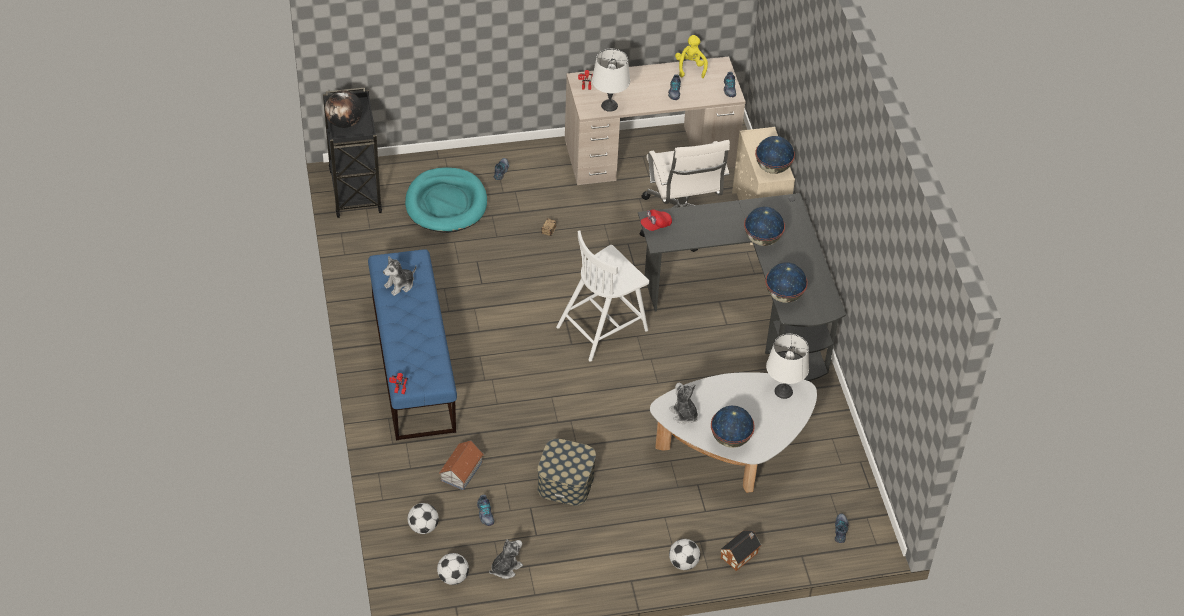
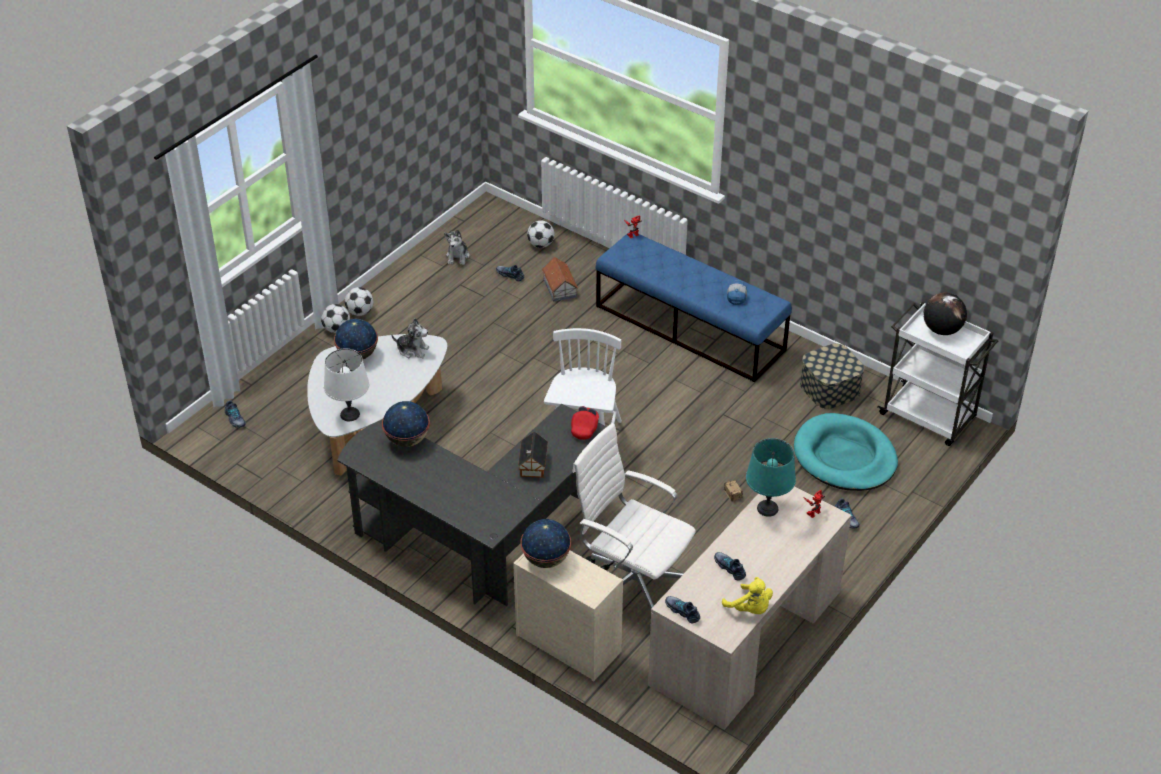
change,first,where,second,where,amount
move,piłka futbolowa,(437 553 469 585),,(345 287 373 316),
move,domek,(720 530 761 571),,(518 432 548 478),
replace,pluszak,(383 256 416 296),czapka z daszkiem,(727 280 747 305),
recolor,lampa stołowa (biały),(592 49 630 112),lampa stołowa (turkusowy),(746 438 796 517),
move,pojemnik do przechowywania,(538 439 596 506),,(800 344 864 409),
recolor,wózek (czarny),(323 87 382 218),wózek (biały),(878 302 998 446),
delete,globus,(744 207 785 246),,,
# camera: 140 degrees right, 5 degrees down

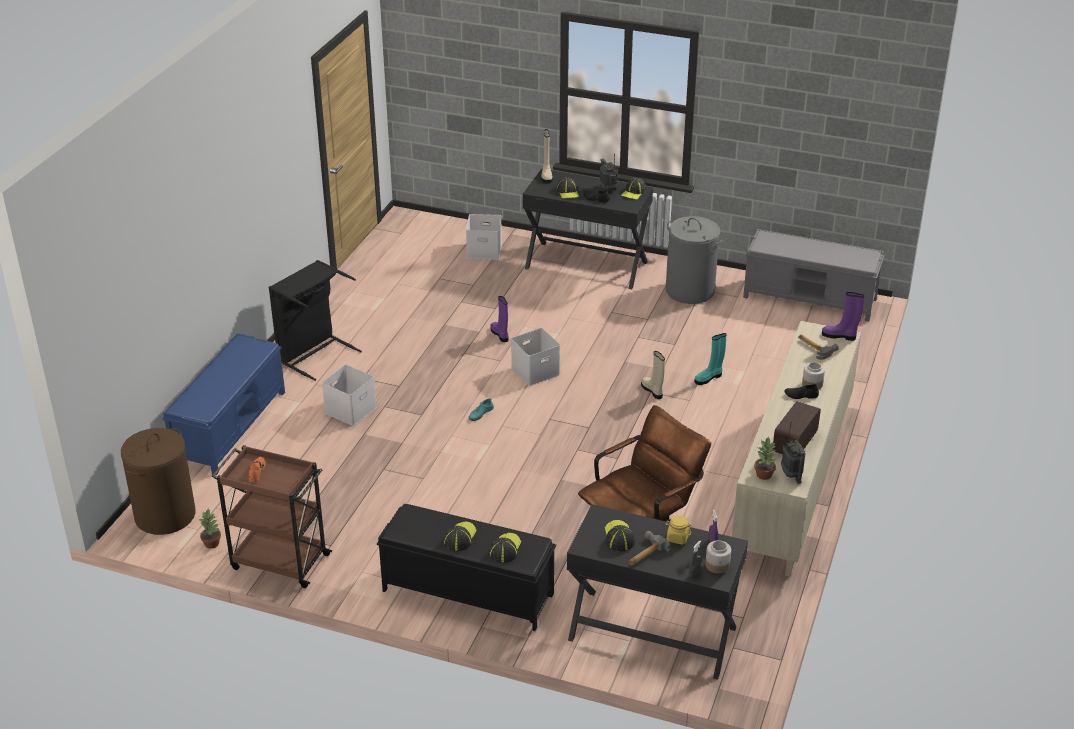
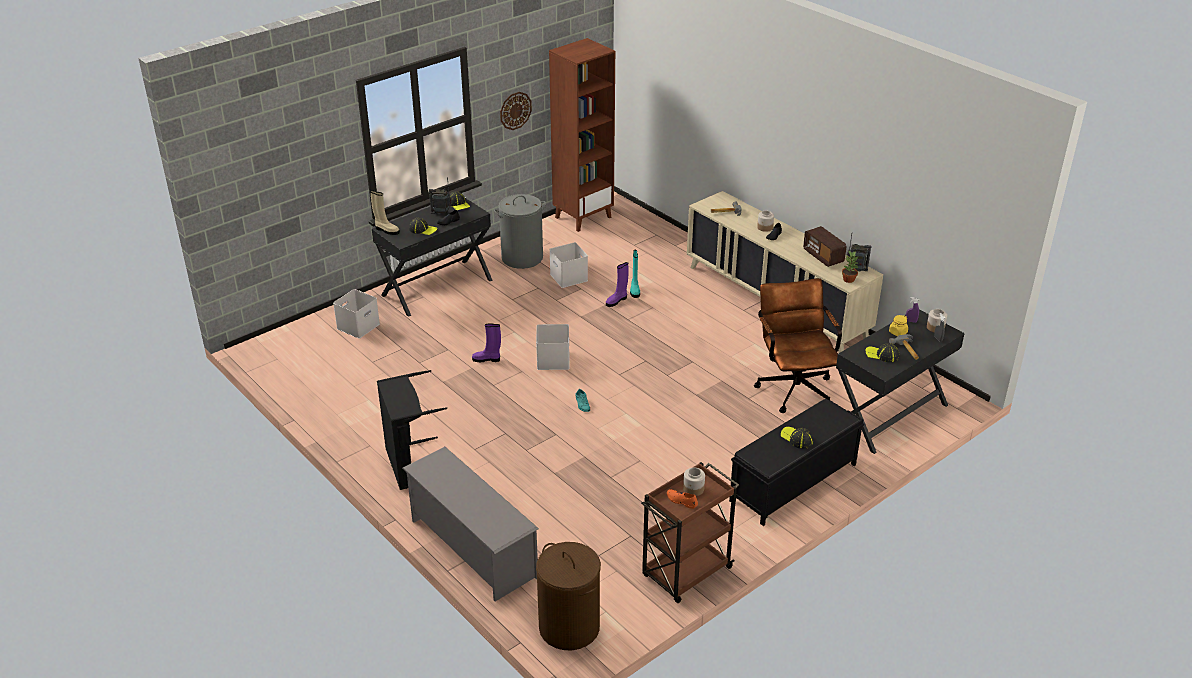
change,first,where,second,where,amount
replace,ławka (niebieski),(162 333 285 475),regał na buty (szary),(402 447 539 602),
insert,,,zegar ścienny,(500 92 532 130),
replace,ławka (szary),(743 229 885 321),regał (brązowy),(549 38 615 232),
move,pojemnik do przechowywania (biały),(322 365 376 426),,(549 242 588 288),
move,but z cholewką (fioletowy),(822 292 864 341),,(606 262 629 307),
insert,,,słoik,(683 468 705 496),
delete,roślina doniczkowa,(198 508 221 549),,,
delete,czapka z daszkiem,(489 533 521 563),,,
delete,but z cholewką (beżowy),(641 351 665 399),,,
# camera: 60 degrees left, 0 degrees up

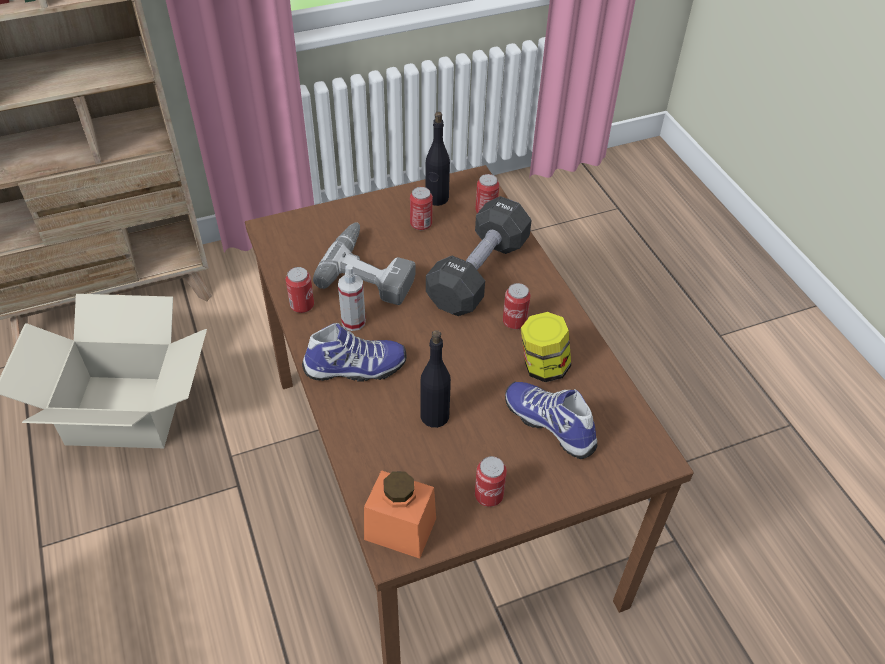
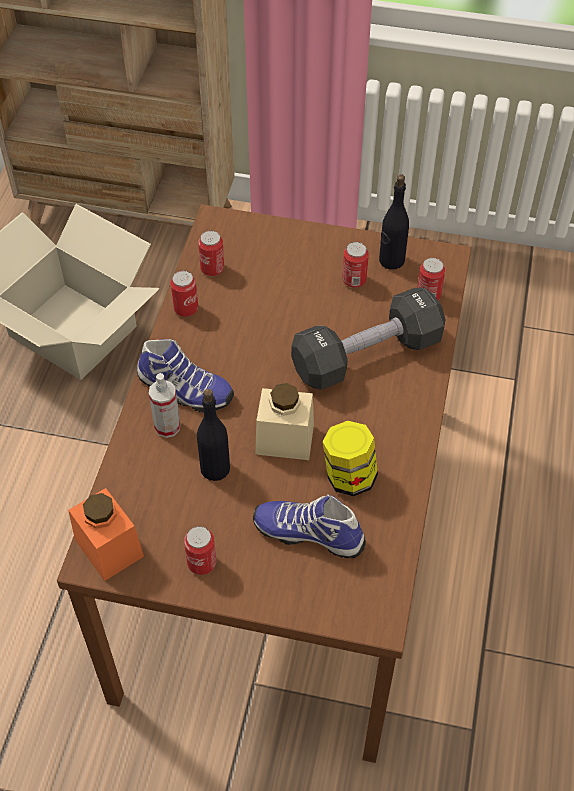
change,first,where,second,where,amount
move,spryskiwacz,(338 264 366 331),,(149 373 180 438),
move,puszka,(503 283 531 329),,(198 231 224 276),
rotate,but,(505 381 597 459),,(253 494 366 558),60 degrees counterclockwise
insert,,,słoik (beżowy),(255 383 314 460),
delete,wiertarka,(313 222 416 305),,,
# camera: 35 degrees right, 5 degrees up

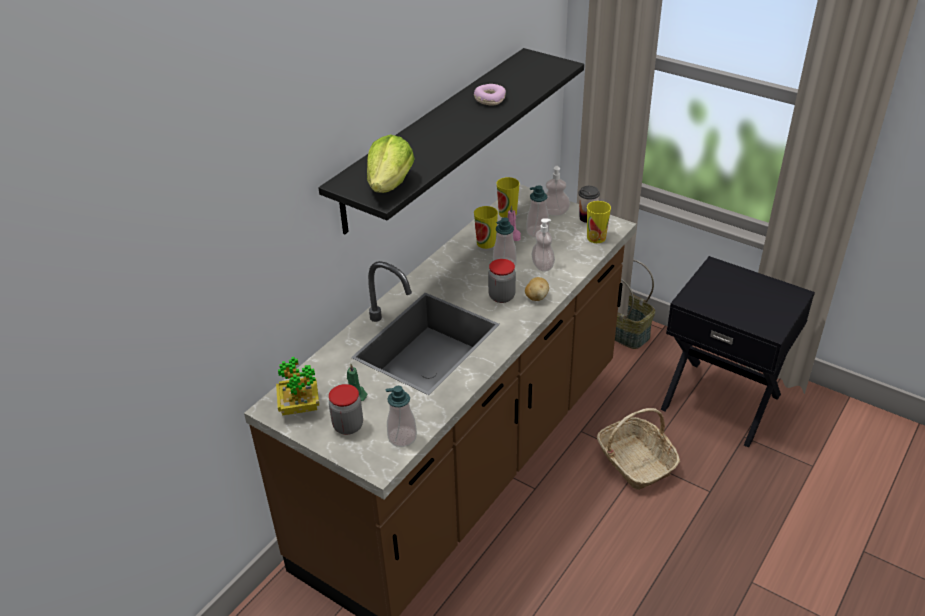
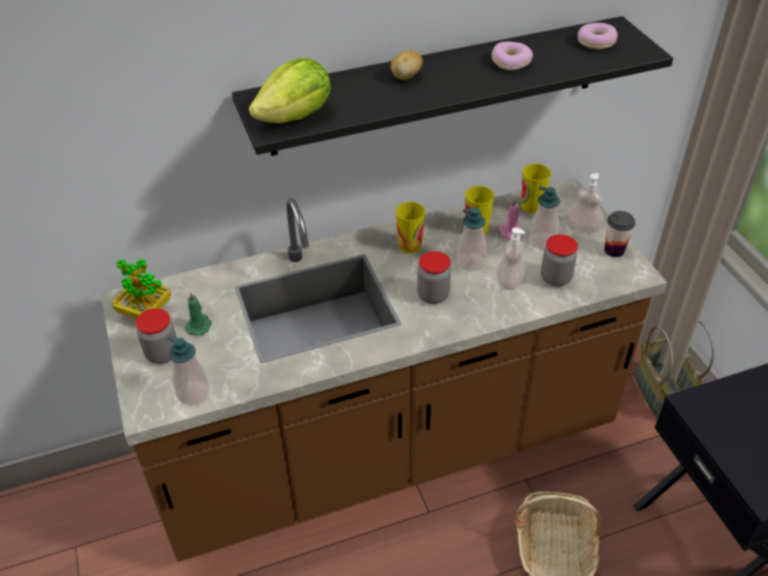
change,first,where,second,where,amount
move,ziemniak,(525 277 549 301),,(391 50 423 80),
move,filiżanka,(587 201 611 243),,(396 202 426 253),
insert,,,słoik,(541 234 578 287),
insert,,,donut,(578 23 618 49),
# camera: 35 degrees right, 5 degrees up

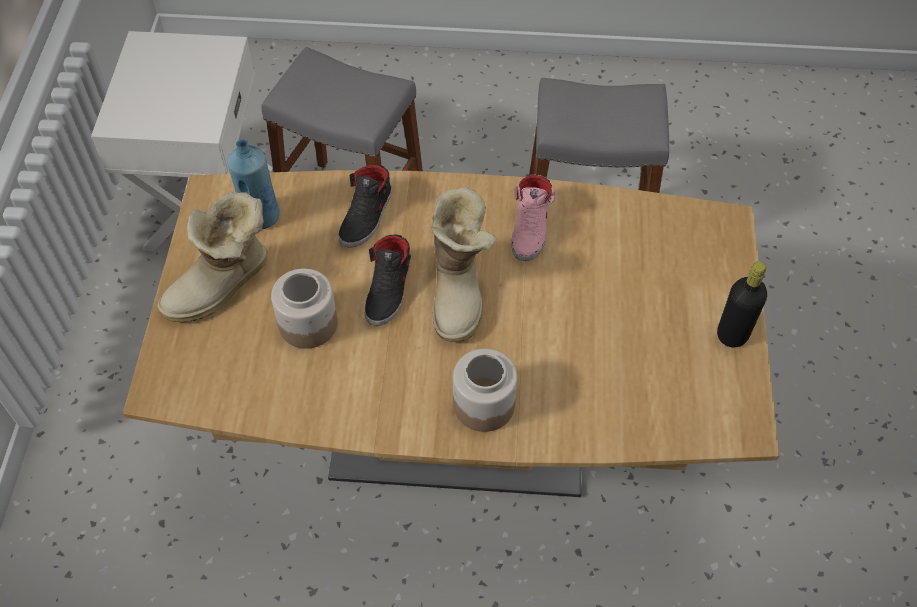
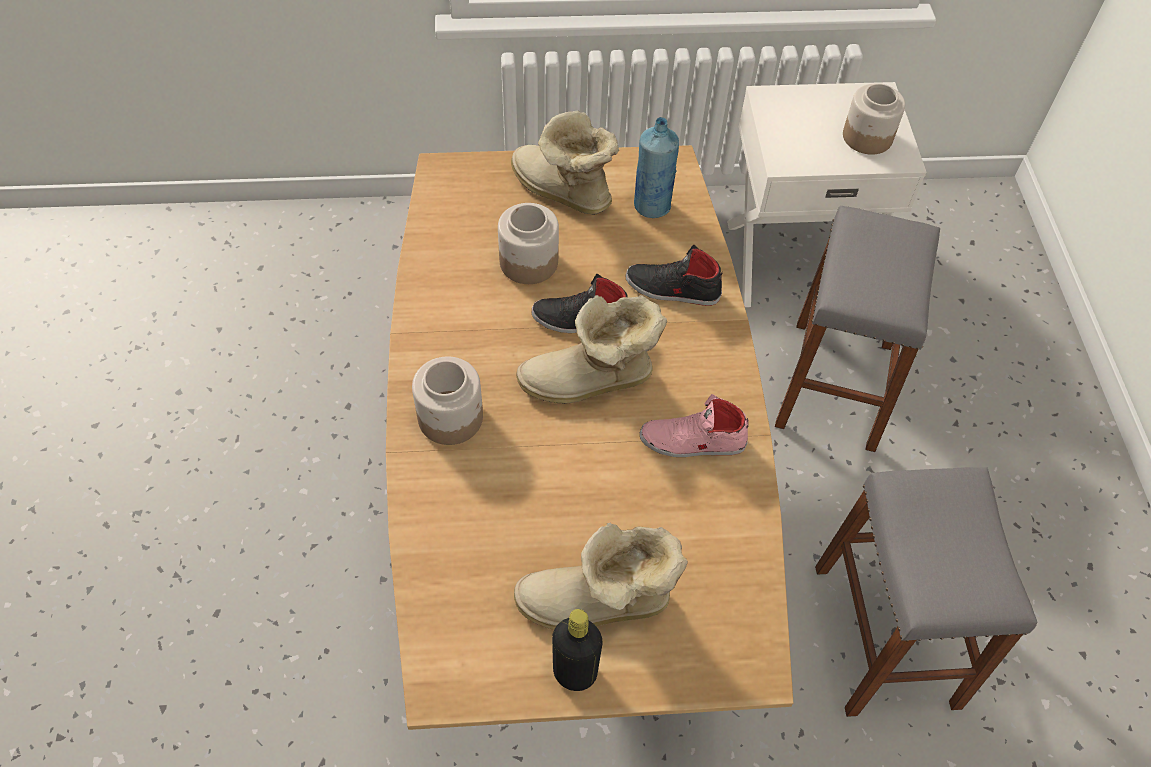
change,first,where,second,where,amount
insert,,,but z cholewką,(514 523 688 630),
insert,,,słoik,(843 83 905 155),
# camera: 80 degrees right, 0 degrees up

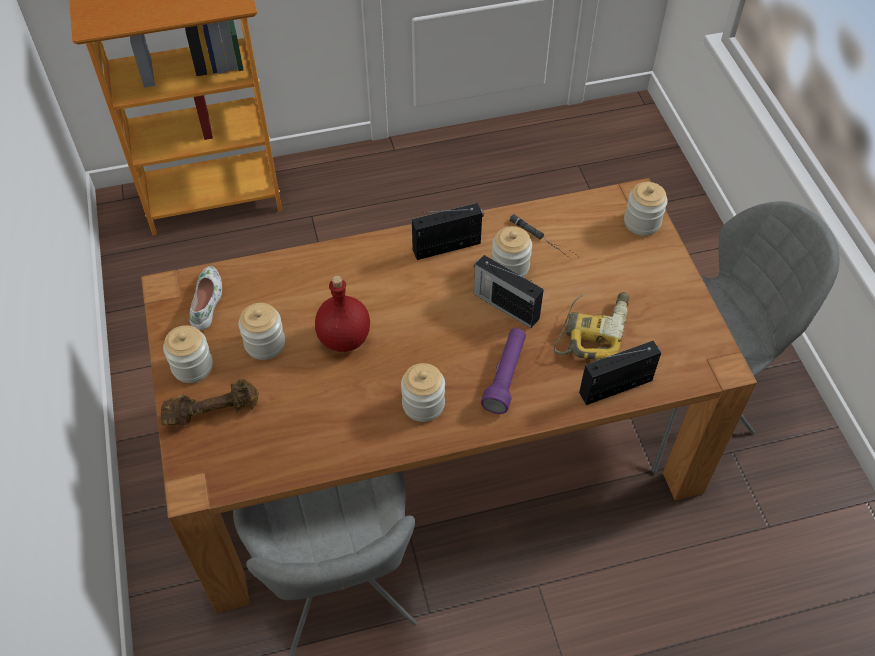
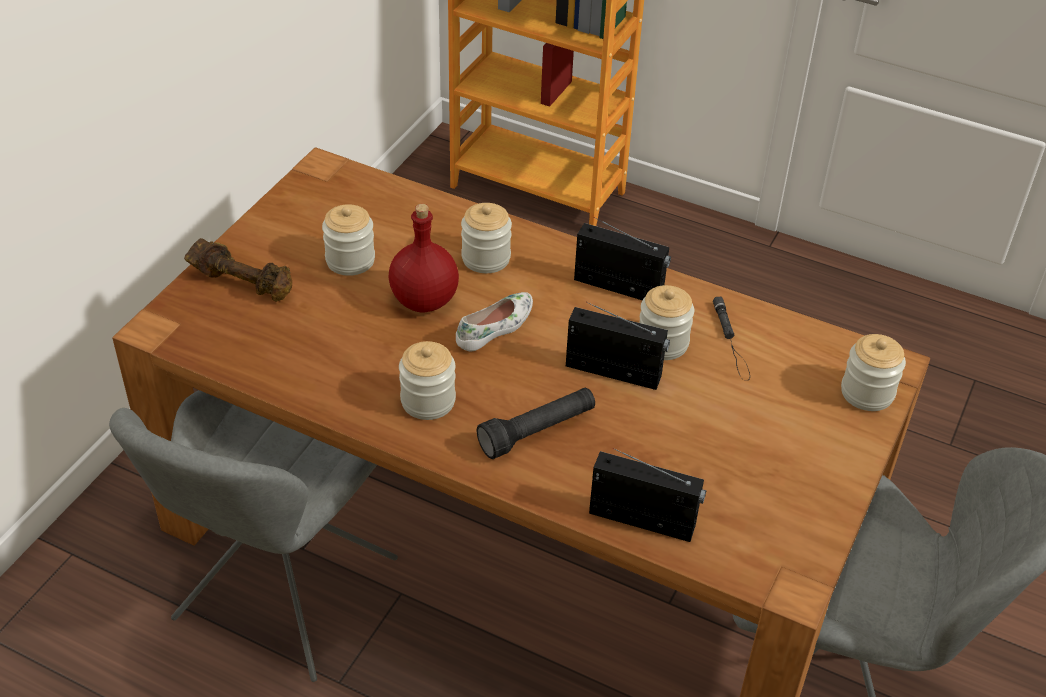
change,first,where,second,where,amount
move,but (biały),(189 266 222 330),,(456 292 533 351),
move,słoik,(163 325 213 383),,(461 203 512 273),
recolor,latarka (fioletowy),(481 328 526 414),latarka (czarny),(477 388 595 459),
rotate,radio,(474 255 544 328),,(566 302 670 390),120 degrees clockwise
delete,wiertarka,(554 292 629 360),,,
# camera: 40 degrees right, 10 degrees down

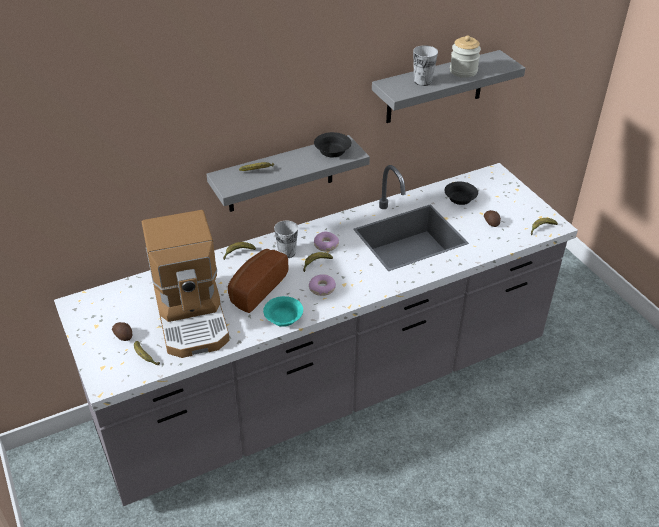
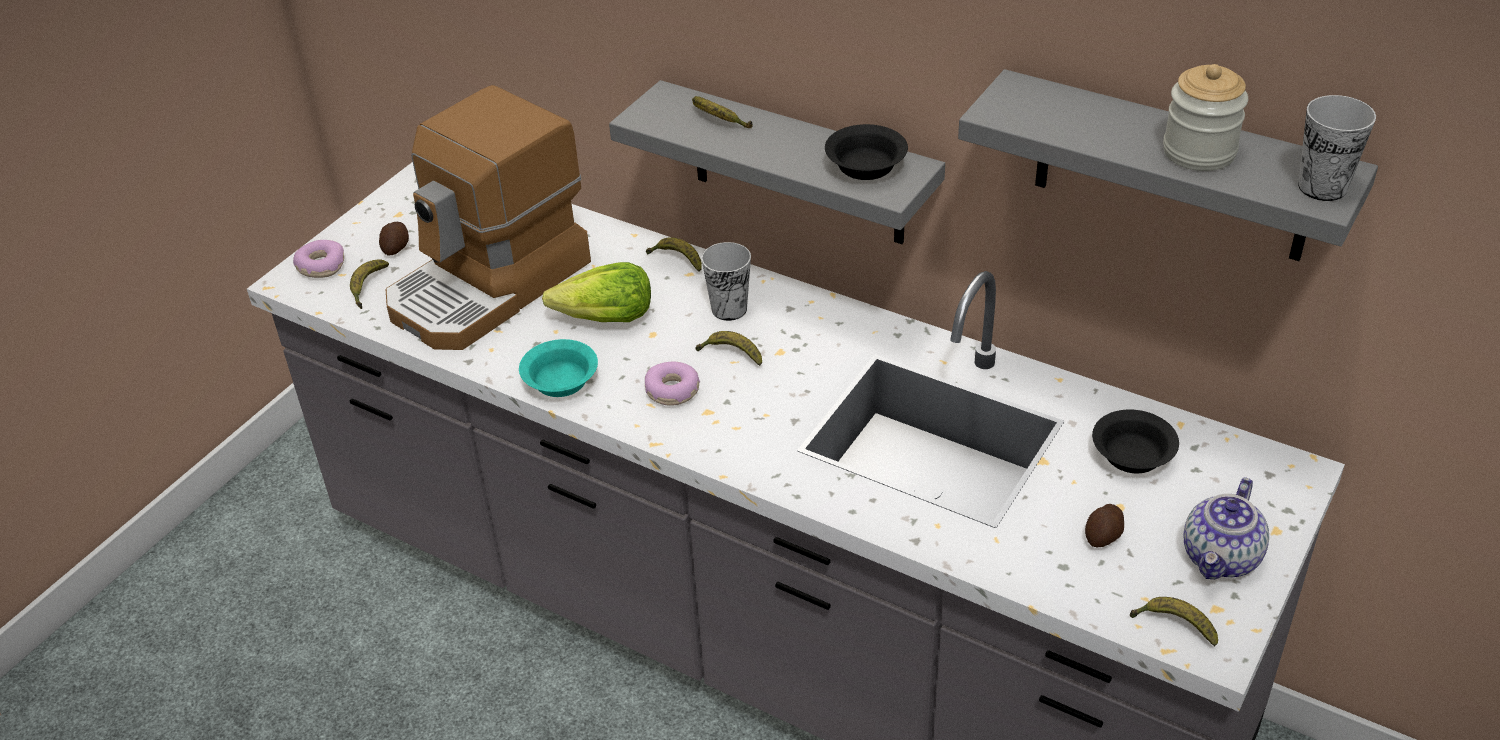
change,first,where,second,where,amount
move,donut,(314 231 339 251),,(293 240 344 278),
replace,chleb,(228 249 288 313),sałata,(542 262 651 322),
insert,,,imbryk,(1183 477 1269 579),
move,filiżanka,(413 45 438 86),,(1298 95 1376 201),
# camera: 60 degrees right, 0 degrees up

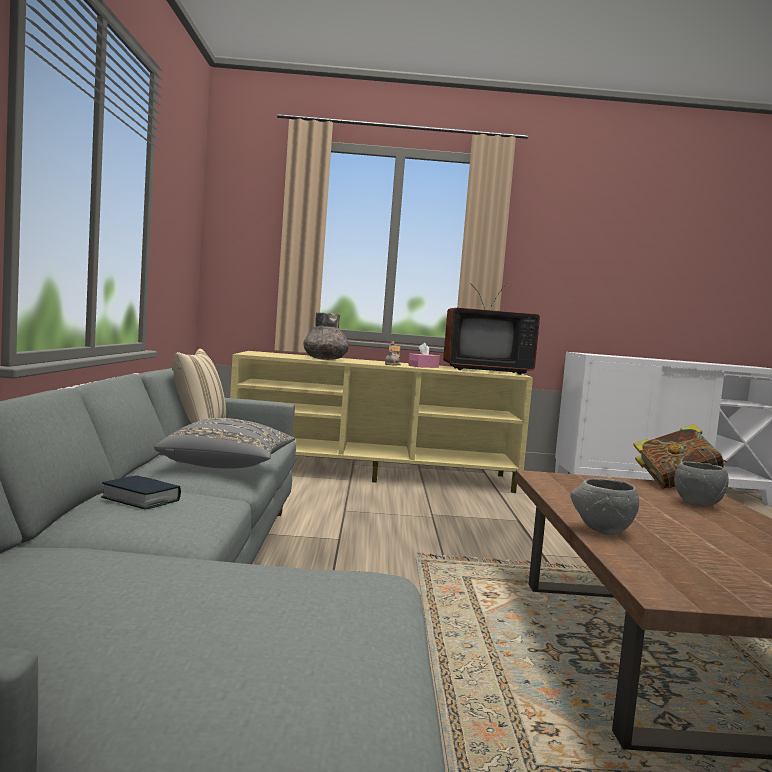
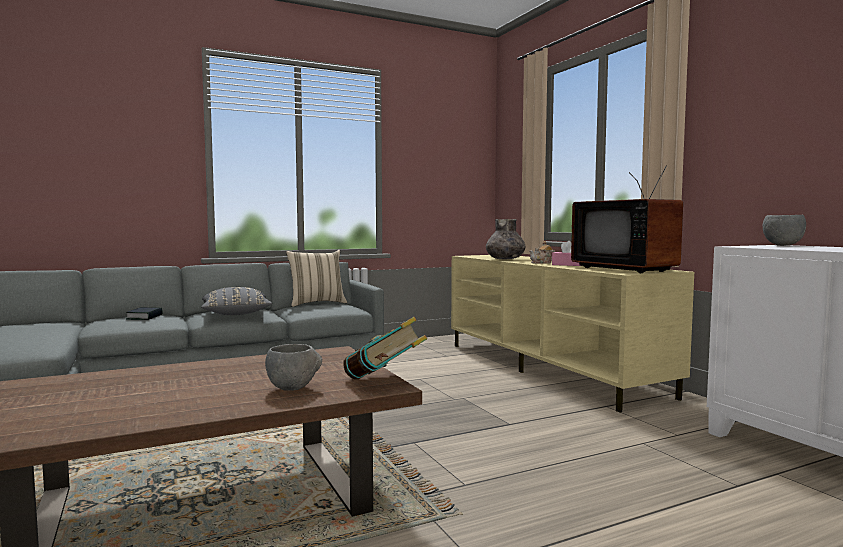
change,first,where,second,where,amount
move,miska (szary),(570 478 639 535),,(763 215 806 246),
# camera: 65 degrees right, 0 degrees up

